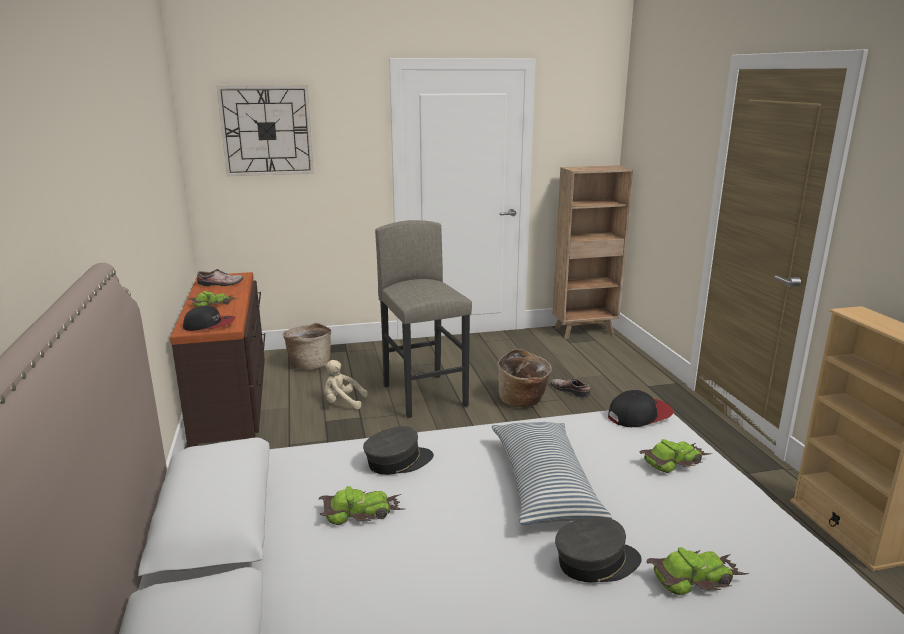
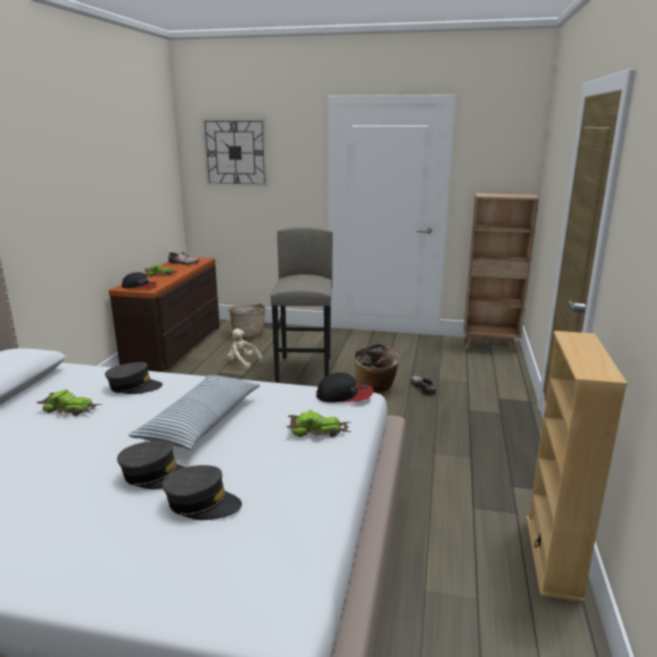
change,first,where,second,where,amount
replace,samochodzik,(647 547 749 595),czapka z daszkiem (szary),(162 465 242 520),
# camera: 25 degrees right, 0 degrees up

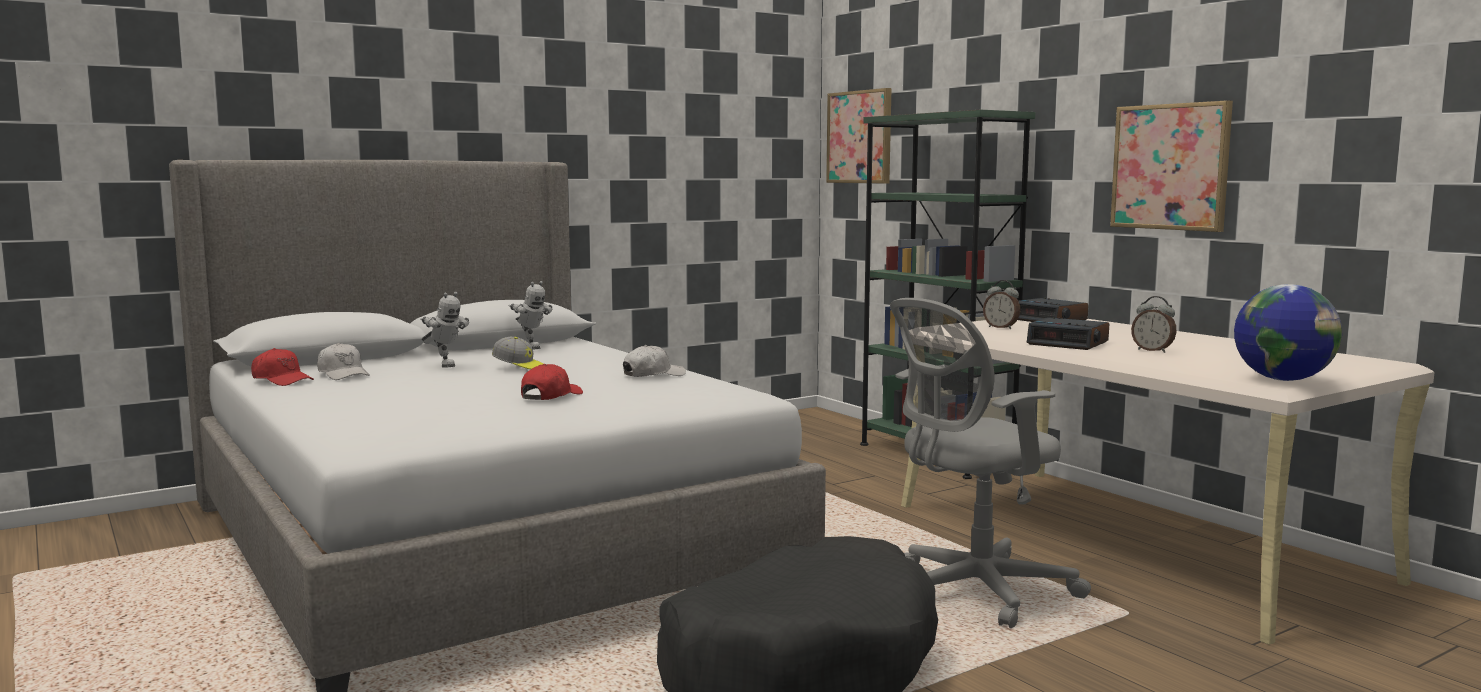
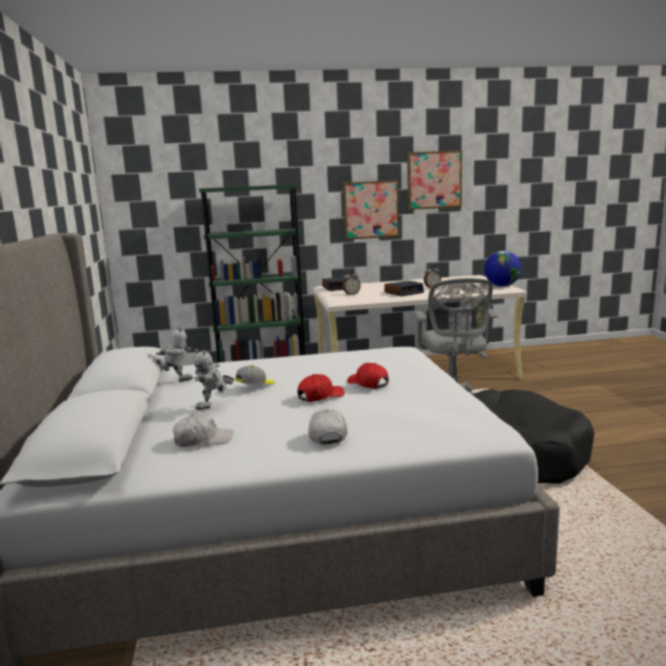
change,first,where,second,where,amount
rotate,robot zabawkowy,(420 292 469 368),,(194 349 234 410),150 degrees clockwise
move,czapka z daszkiem (czerwony),(251 348 314 386),,(297 374 345 402),
move,czapka z daszkiem (biały),(623 345 686 377),,(308 409 348 445),
move,obraz,(826 88 892 184),,(407 150 462 210),
# camera: 65 degrees left, 5 degrees up

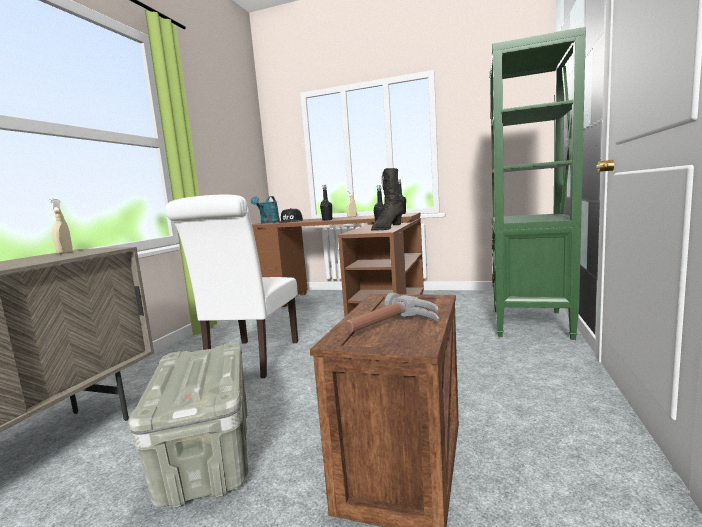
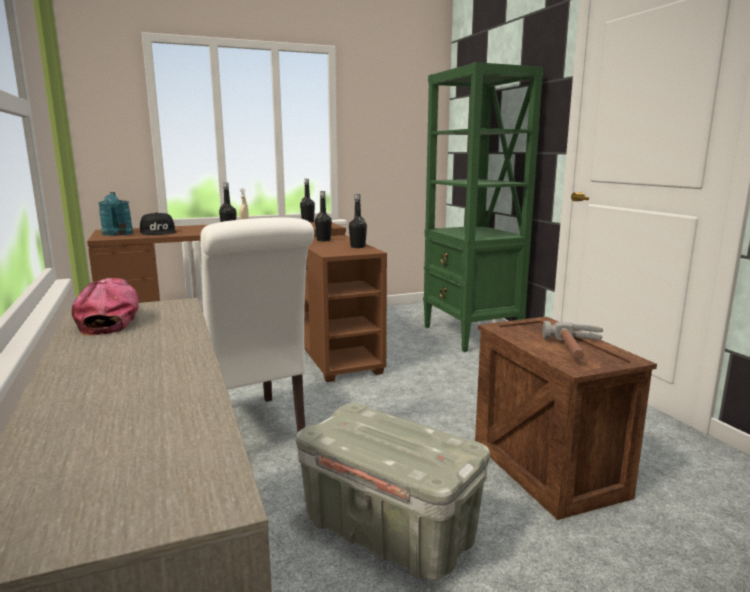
change,first,where,second,where,amount
replace,spryskiwacz (beżowy),(49 199 73 254),czapka z daszkiem,(72 278 139 336),
replace,but z cholewką (czarny),(371 168 403 231),butelka (czarny),(349 194 367 248),
# camera: 40 degrees left, 5 degrees up

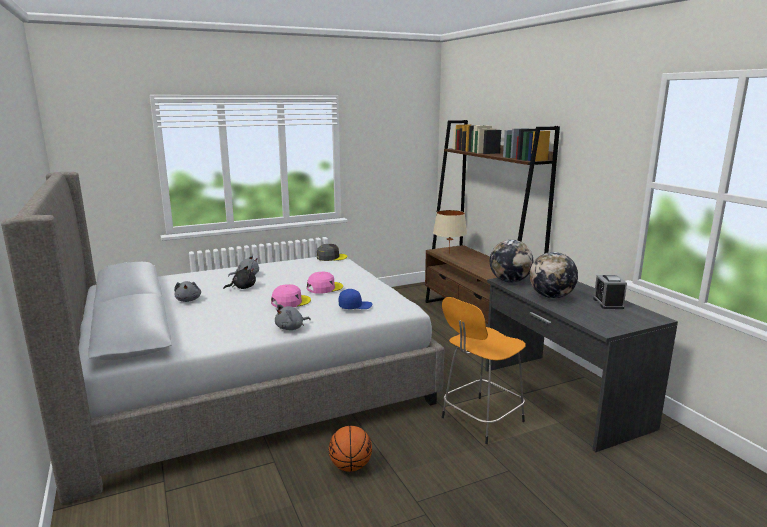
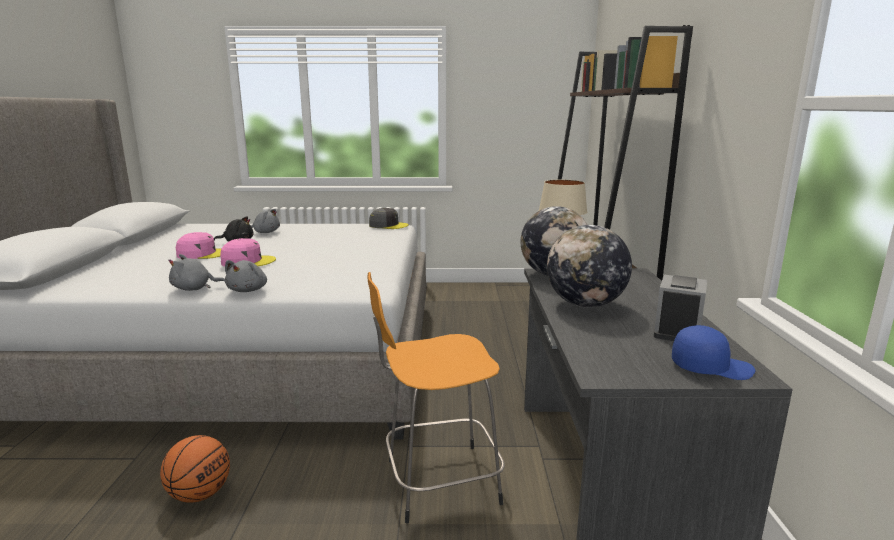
change,first,where,second,where,amount
move,czapka z daszkiem (różowy),(307 272 343 294),,(176 232 221 259),
move,pluszak (szary),(174 281 201 302),,(225 260 267 292),
move,czapka z daszkiem (niebieski),(339 289 372 309),,(672 325 755 380),
# camera: 25 degrees right, 0 degrees up

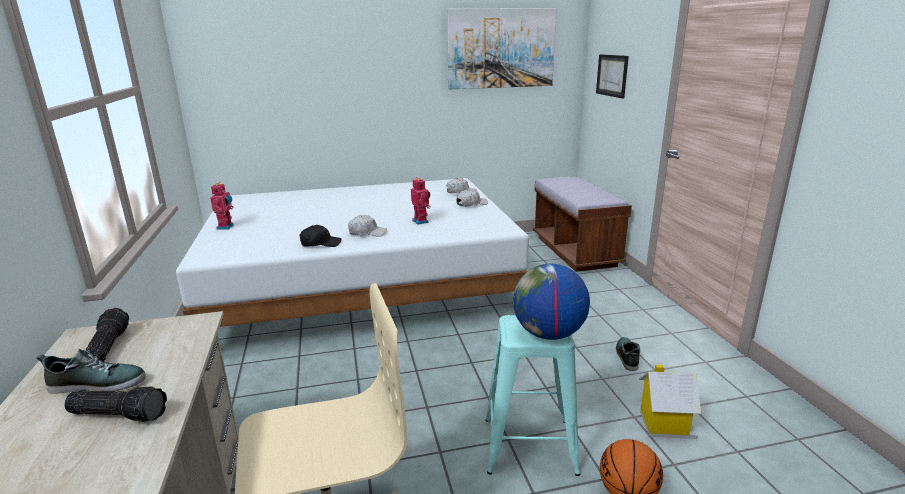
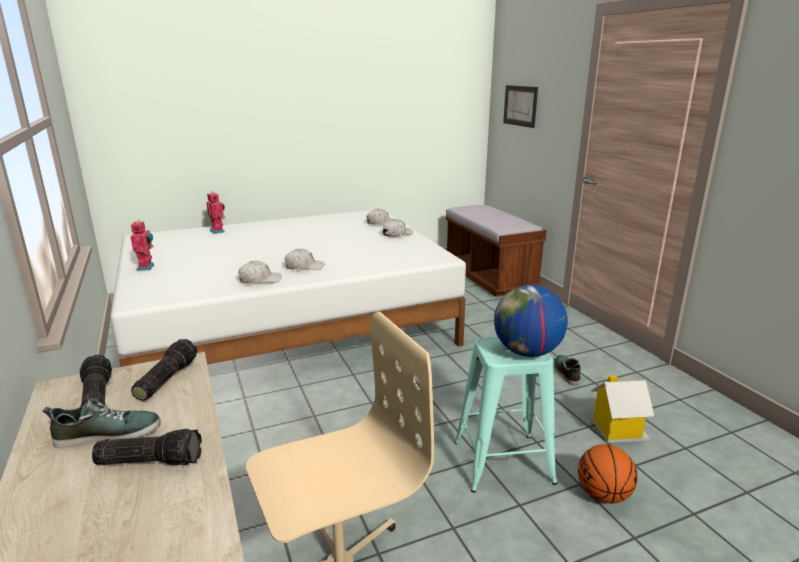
change,first,where,second,where,amount
insert,,,latarka,(131 339 197 401),
move,robot zabawkowy,(411 177 431 225),,(206 192 225 234),
recolor,czapka z daszkiem (czarny),(300 225 341 247),czapka z daszkiem (biały),(238 260 282 283),
delete,obraz,(447 8 556 89),,,
# camera: 10 degrees left, 0 degrees up

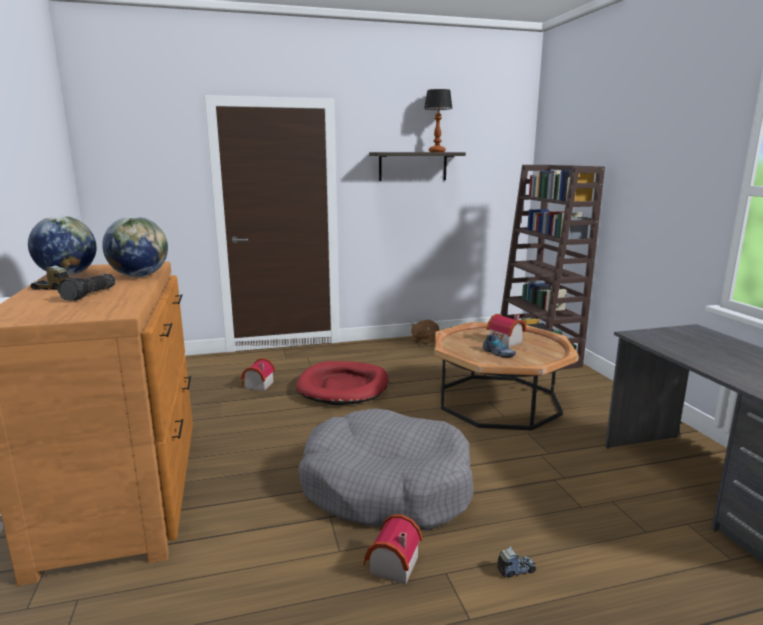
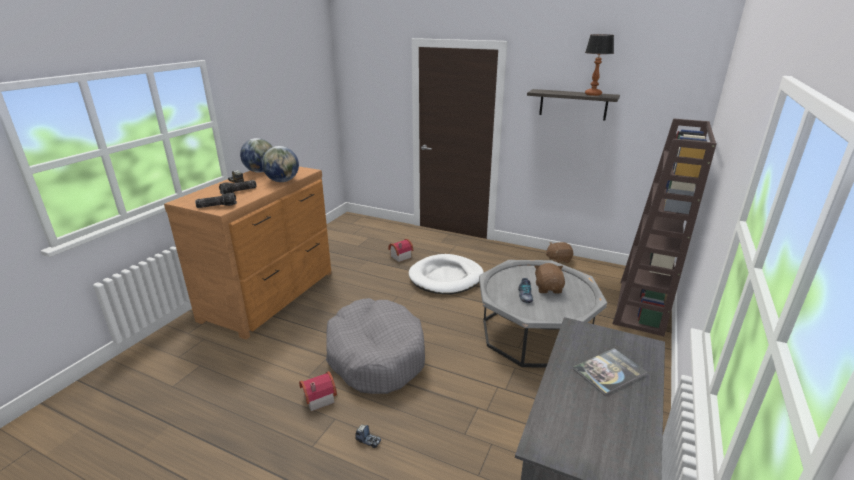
change,first,where,second,where,amount
insert,,,latarka,(195 193 237 208),
recolor,legowisko (czerwony),(296 361 389 405),legowisko (biały),(409 254 484 294),
recolor,ława (brązowy),(434 322 579 431),ława (szary),(479 260 607 368),
replace,domek,(487 314 527 347),pluszak (brązowy),(534 263 565 294),
insert,,,książka,(573 348 647 396),
# camera: 40 degrees right, 10 degrees up

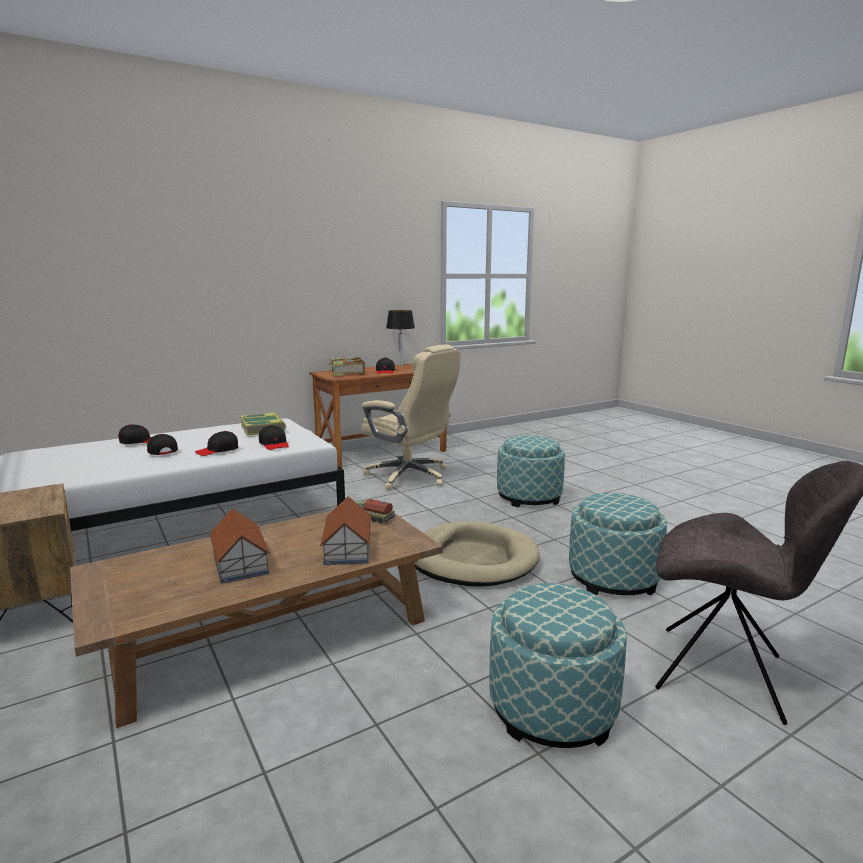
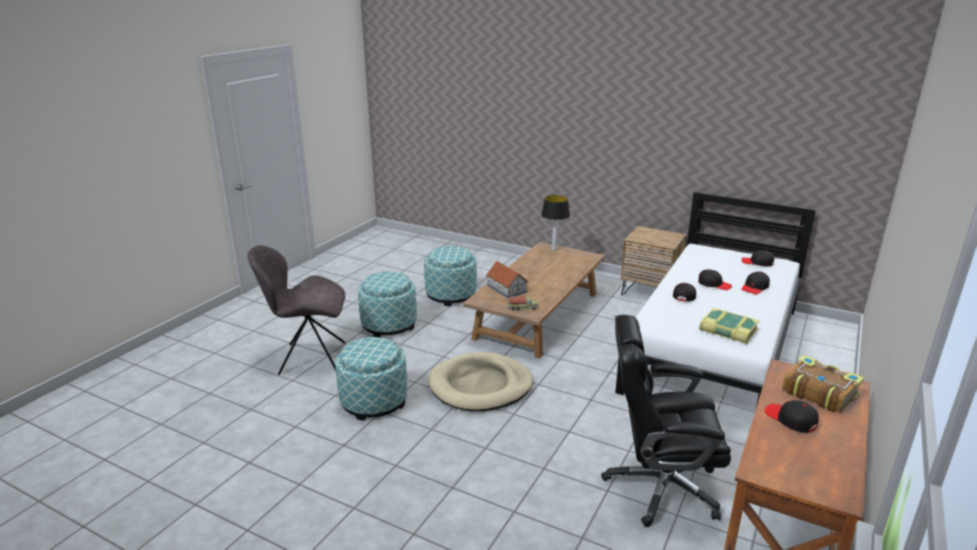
change,first,where,second,where,amount
move,pufa,(497 435 565 507),,(424 246 477 306),
move,lampa stołowa,(386 310 415 366),,(541 195 570 251),
recolor,krzesło biurowe (beżowy),(362 344 460 491),krzesło biurowe (czarny),(601 315 731 527),
move,czapka z daszkiem (czarny),(259 425 289 450),,(741 250 775 267),
delete,domek,(209 508 270 584),,,
# camera: 150 degrees right, 10 degrees up

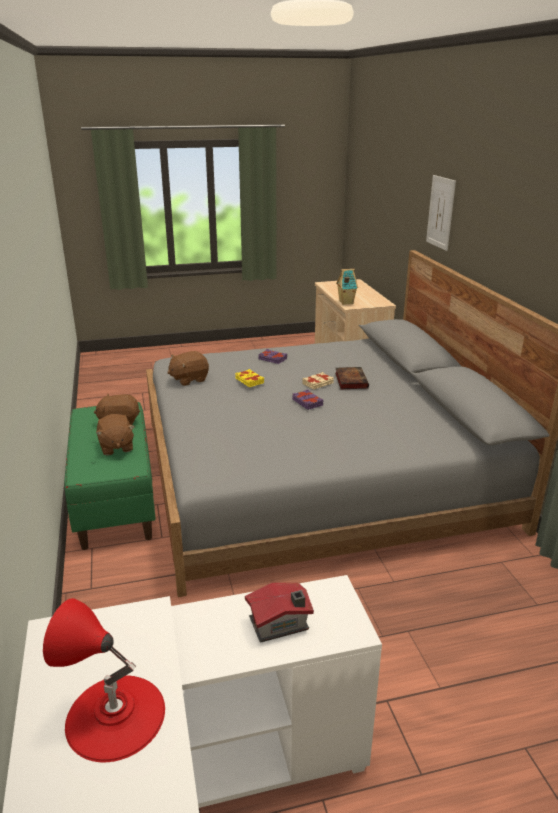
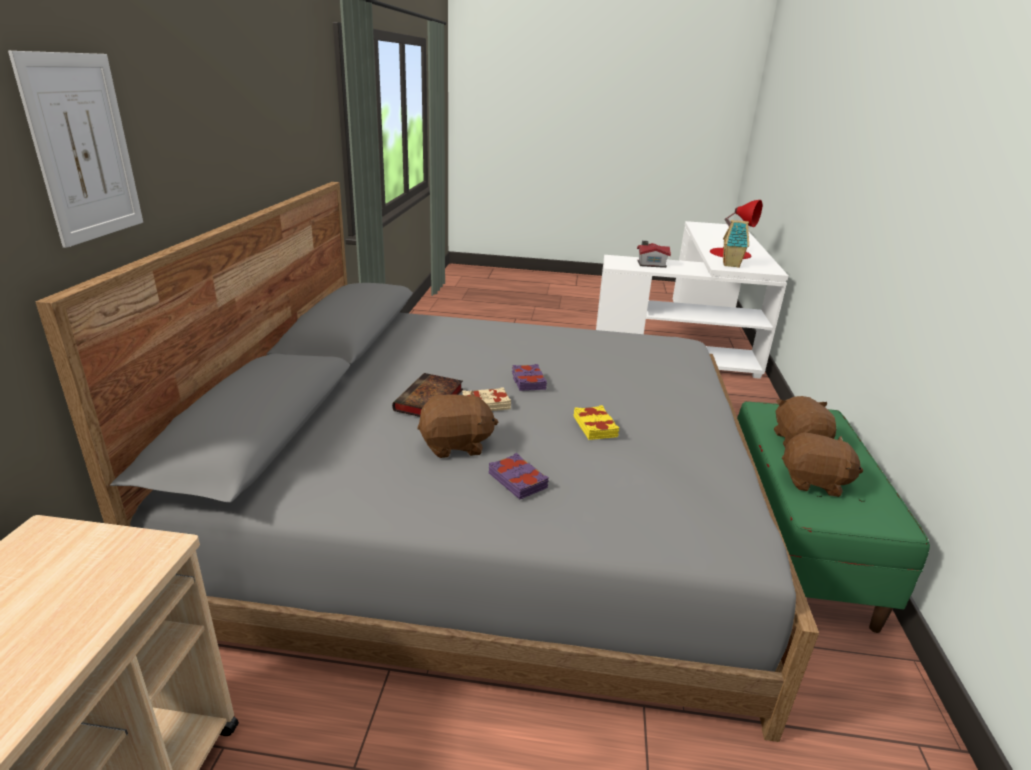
change,first,where,second,where,amount
move,pluszak (brązowy),(167 351 209 386),,(417 391 498 458),
move,domek,(336 269 358 305),,(723 220 749 268),
# camera: 160 degrees left, 0 degrees up

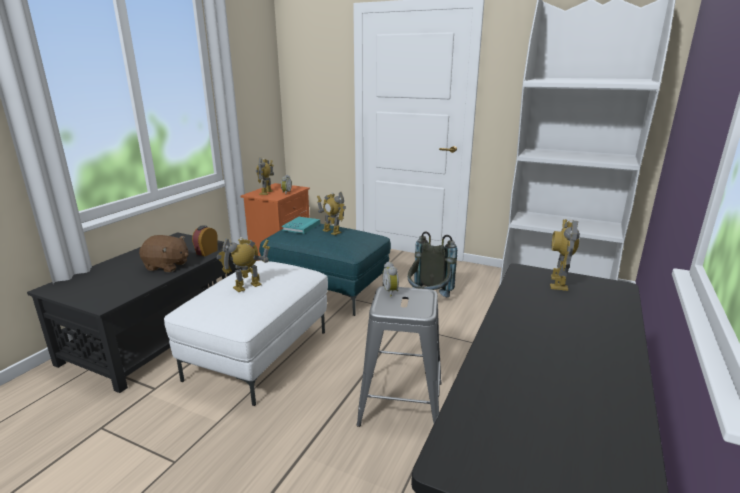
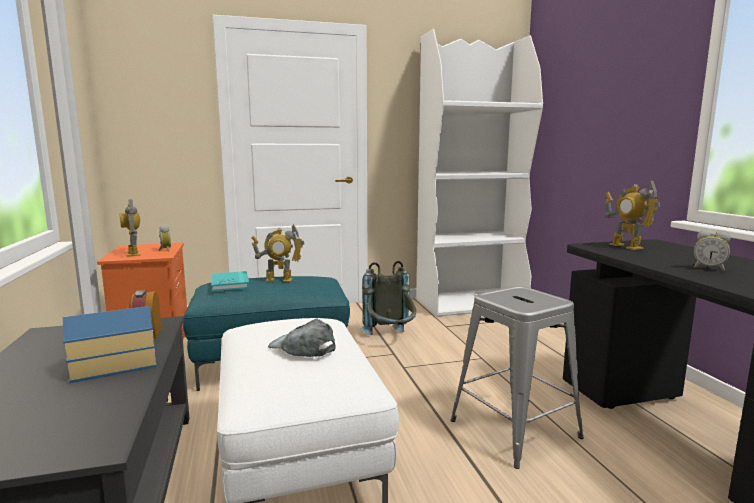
change,first,where,second,where,amount
replace,pluszak (brązowy),(139 235 188 272),domek,(63 306 157 383),
replace,robot zabawkowy,(217 237 270 292),czapka z daszkiem (szary),(268 319 336 357),
move,budzik,(382 261 399 297),,(694 230 731 271),
# camera: 40 degrees left, 10 degrees down

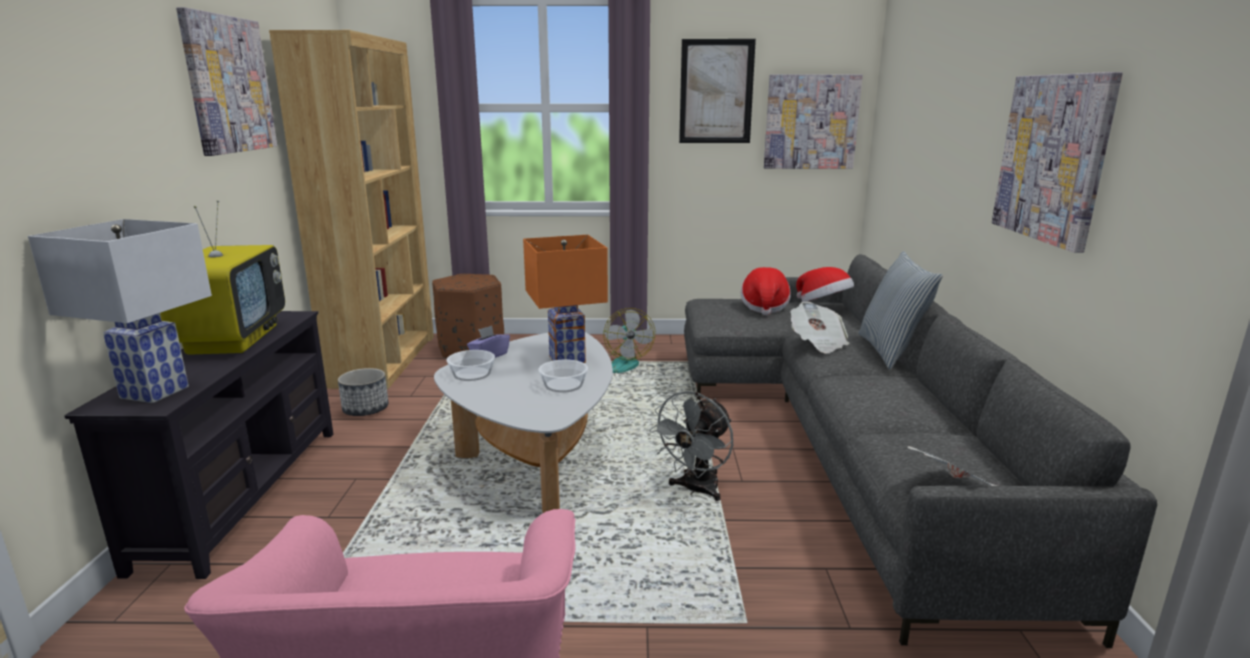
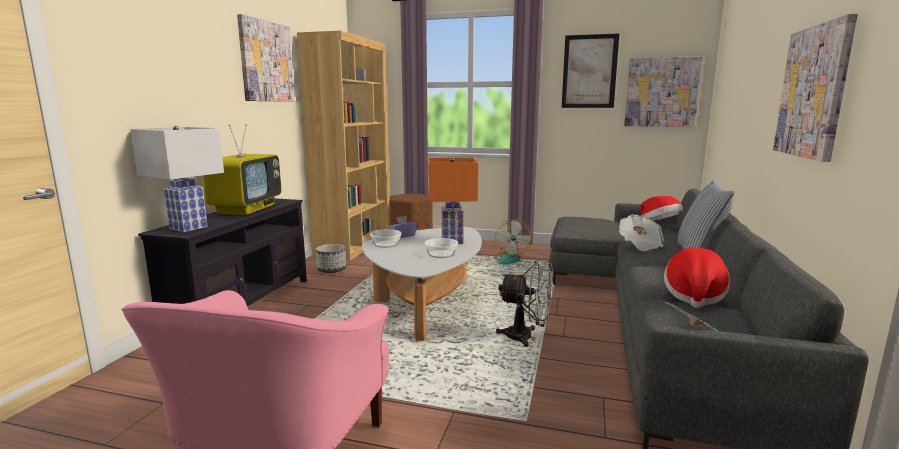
change,first,where,second,where,amount
rotate,wentylator (szary),(649 391 733 501),,(496 261 553 347),120 degrees counterclockwise
move,kapelusz,(741 267 791 315),,(664 248 730 308),
# camera: 15 degrees right, 5 degrees down

